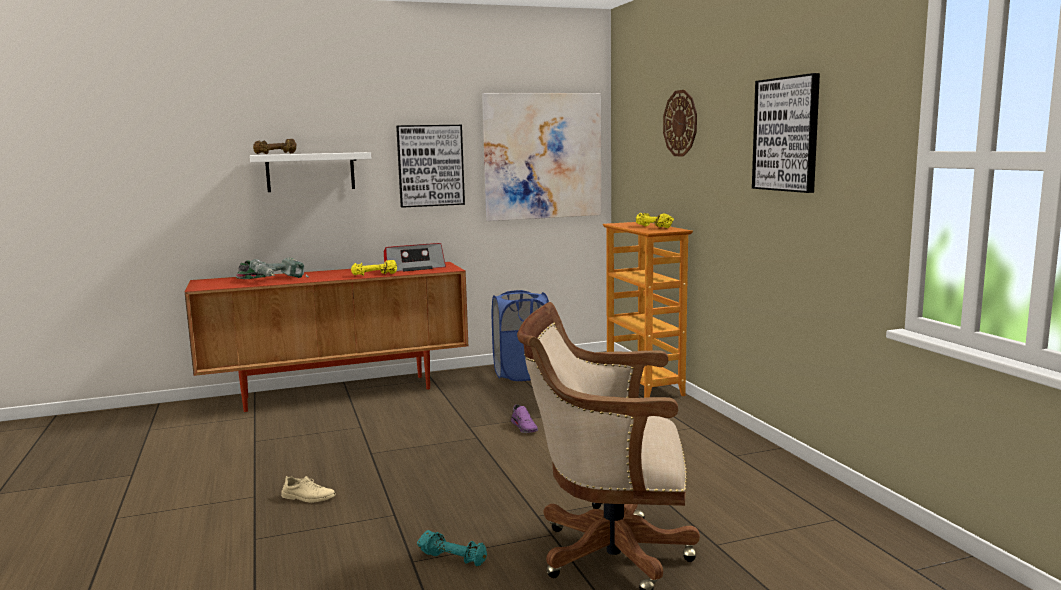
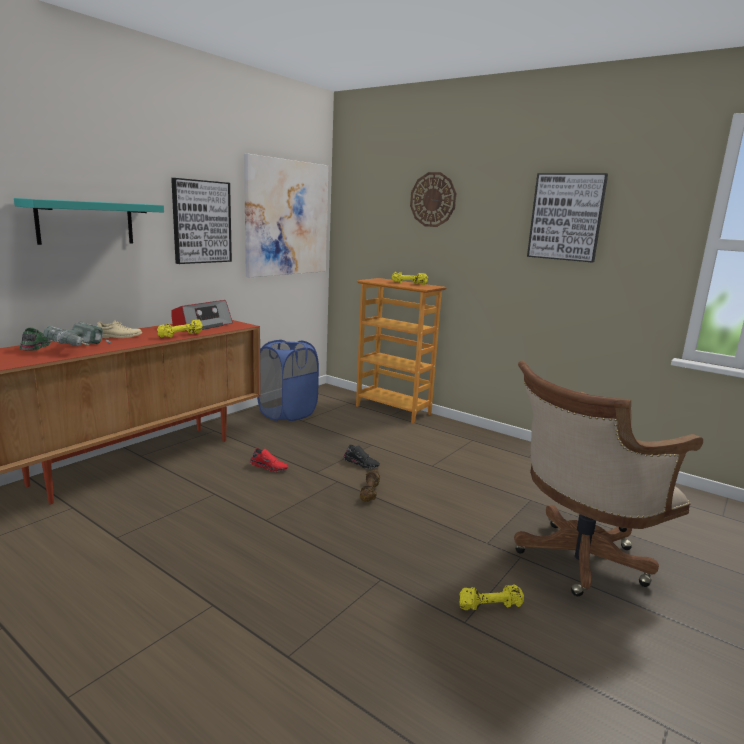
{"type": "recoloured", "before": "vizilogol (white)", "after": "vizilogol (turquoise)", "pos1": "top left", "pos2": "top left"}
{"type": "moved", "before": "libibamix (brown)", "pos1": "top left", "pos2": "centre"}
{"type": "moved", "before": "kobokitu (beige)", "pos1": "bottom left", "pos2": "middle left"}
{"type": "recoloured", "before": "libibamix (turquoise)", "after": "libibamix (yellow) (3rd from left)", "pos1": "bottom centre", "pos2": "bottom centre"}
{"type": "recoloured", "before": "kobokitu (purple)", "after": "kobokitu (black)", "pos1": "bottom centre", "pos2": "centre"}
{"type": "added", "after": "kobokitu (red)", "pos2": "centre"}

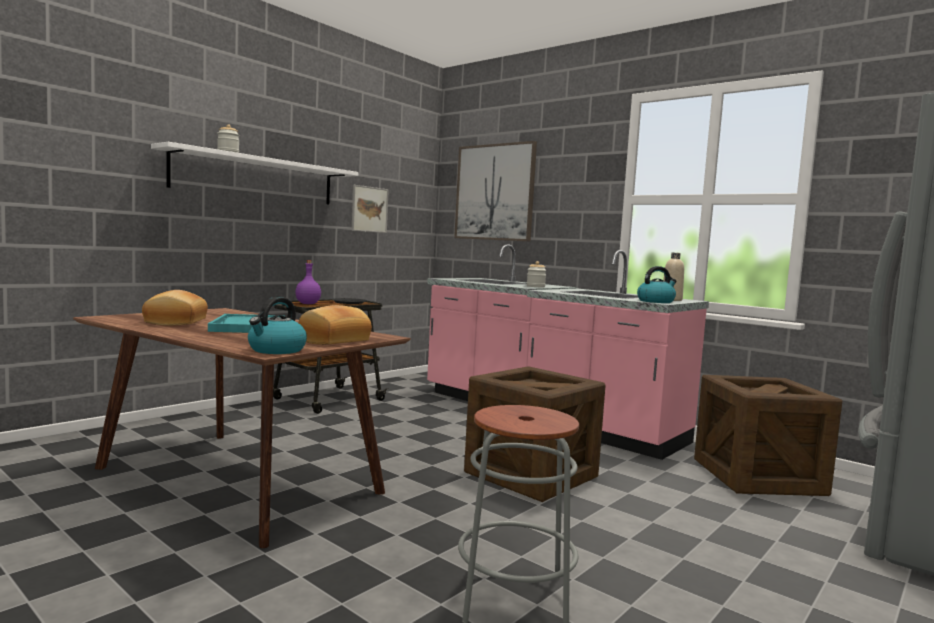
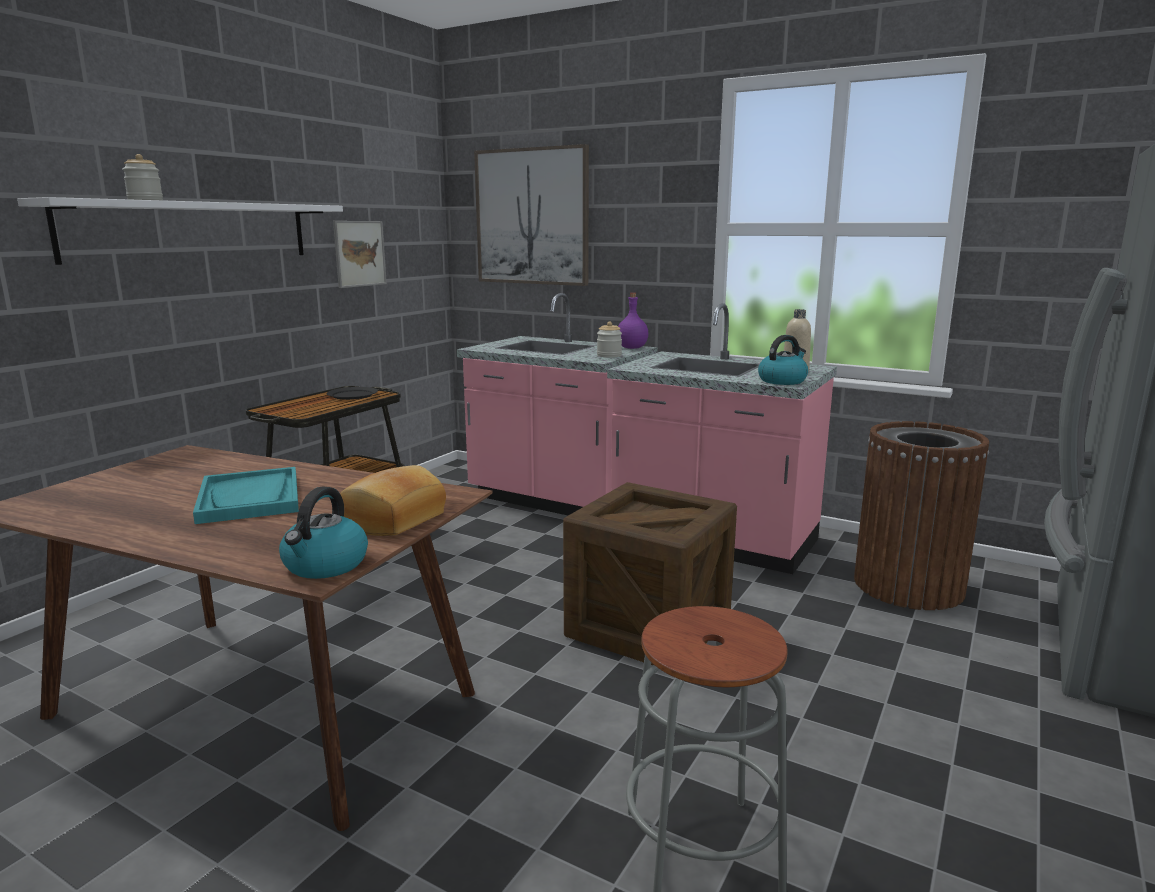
{"type": "removed", "before": "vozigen (1st from left)", "pos1": "middle left"}
{"type": "moved", "before": "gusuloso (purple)", "pos1": "middle left", "pos2": "centre"}
{"type": "replaced", "before": "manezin (2nd from left)", "after": "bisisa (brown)", "pos1": "bottom right", "pos2": "middle right"}

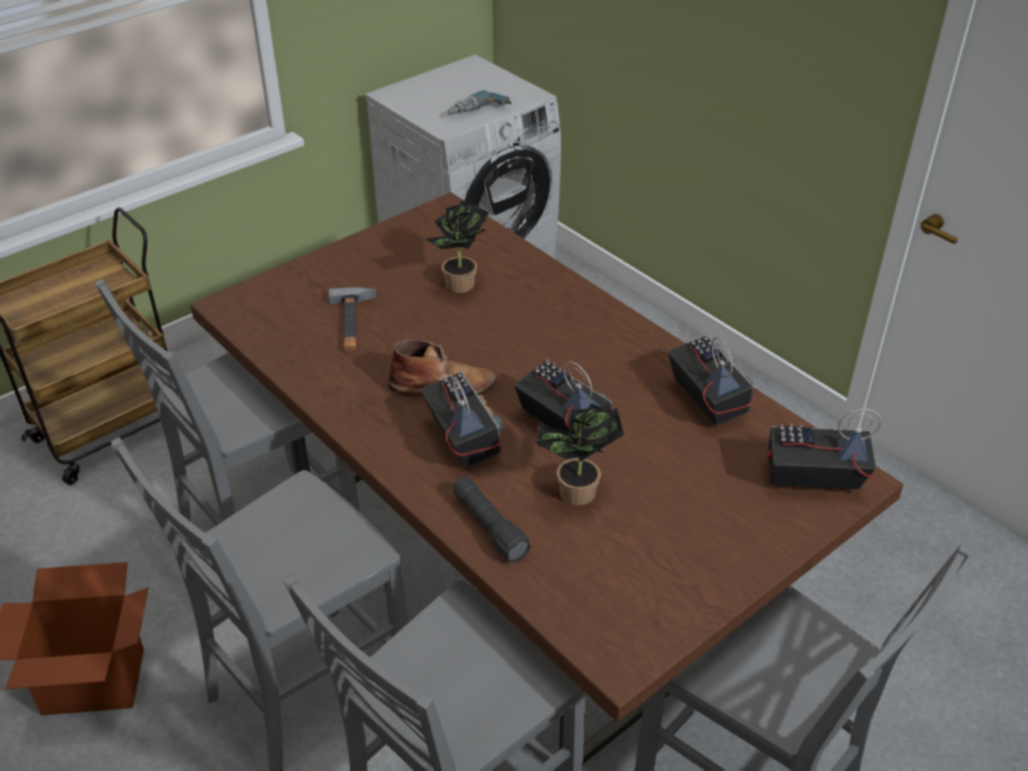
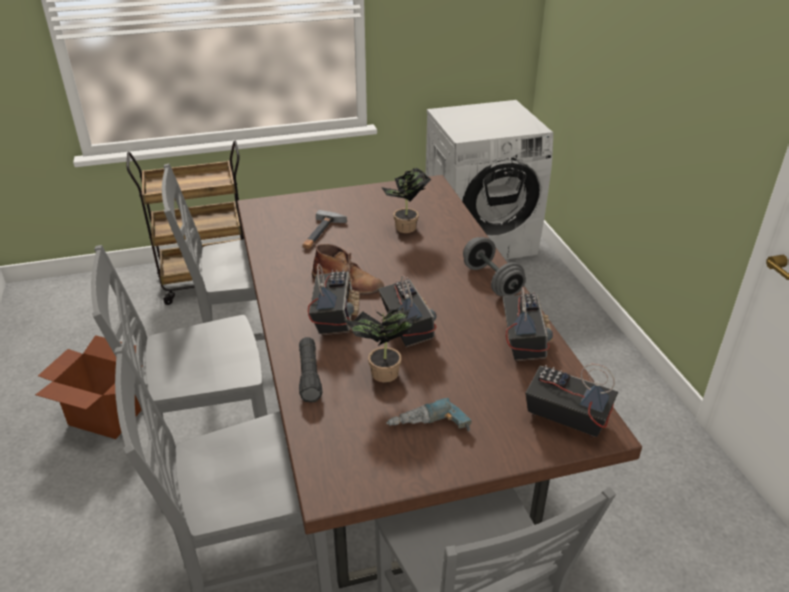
{"type": "moved", "before": "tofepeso", "pos1": "top centre", "pos2": "bottom centre"}
{"type": "added", "after": "libibamix (grey)", "pos2": "centre"}

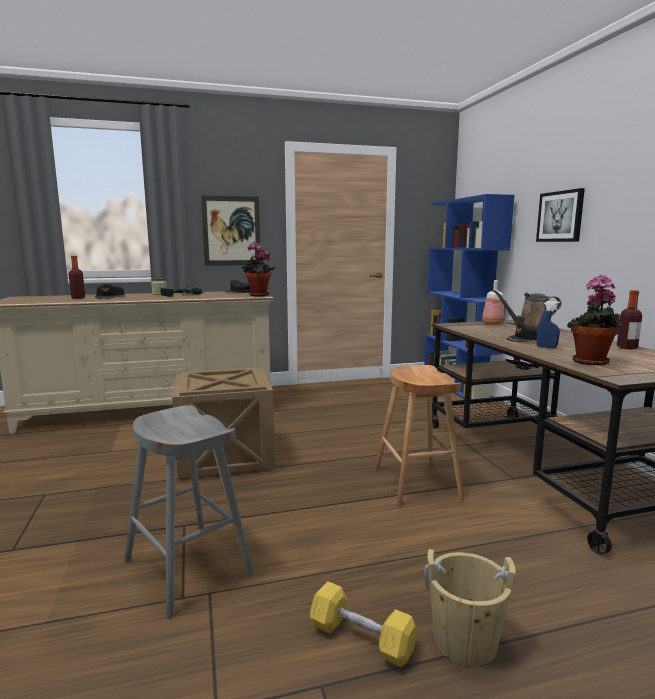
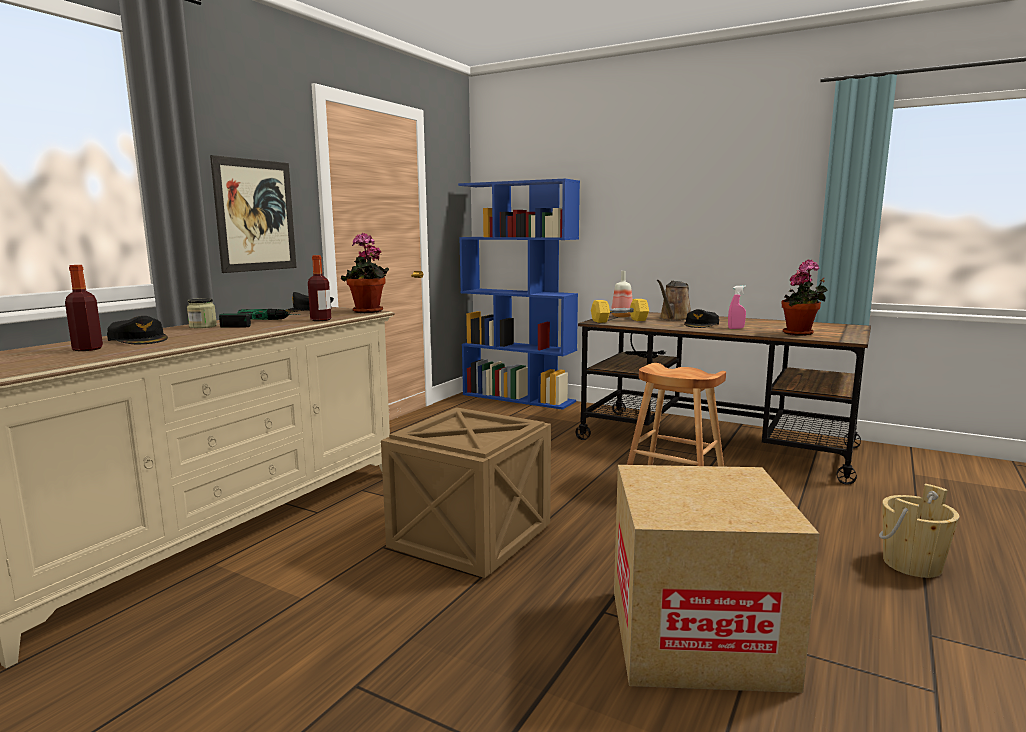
{"type": "replaced", "before": "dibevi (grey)", "after": "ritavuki", "pos1": "bottom left", "pos2": "bottom right"}
{"type": "moved", "before": "libibamix (yellow)", "pos1": "bottom centre", "pos2": "centre"}
{"type": "removed", "before": "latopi (2nd from left)", "pos1": "top right"}
{"type": "recoloured", "before": "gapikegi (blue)", "after": "gapikegi (pink)", "pos1": "middle right", "pos2": "middle right"}
{"type": "moved", "before": "gusuloso (3rd from left in the first image)", "after": "gusuloso (2nd from left)", "pos1": "middle right", "pos2": "middle left"}

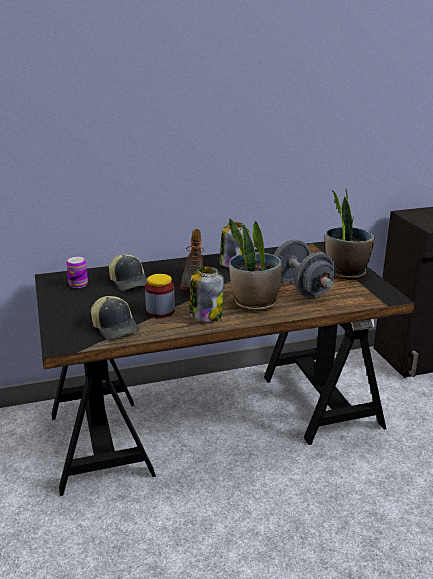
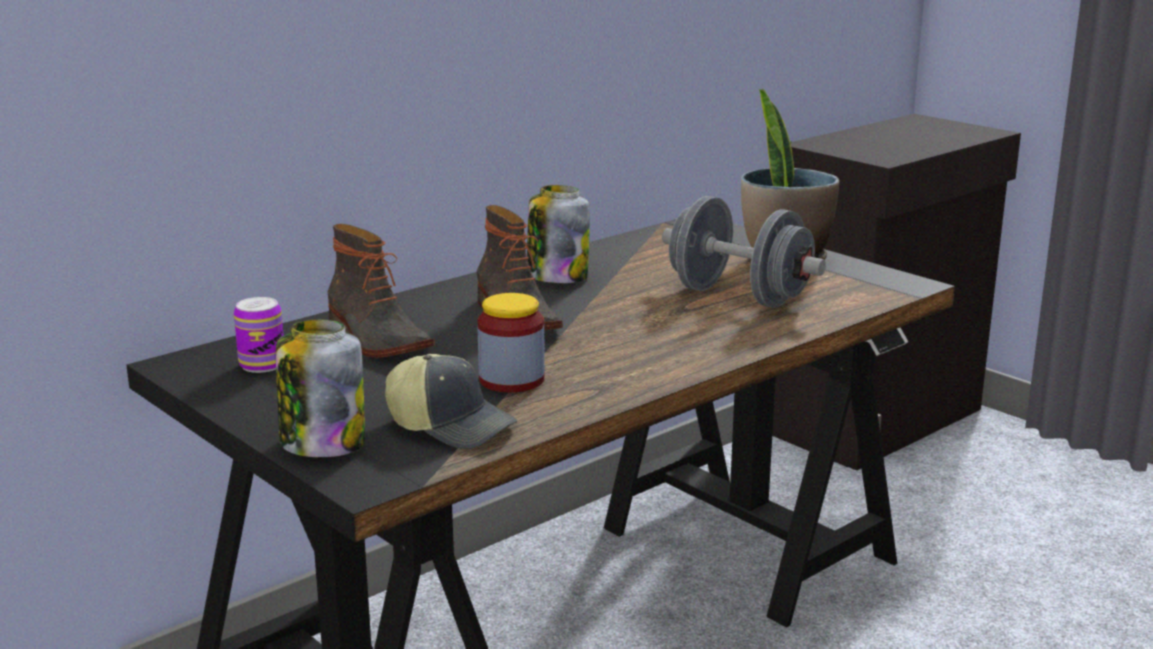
{"type": "replaced", "before": "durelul (2nd from left)", "after": "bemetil (1st from left)", "pos1": "middle left", "pos2": "middle left"}
{"type": "moved", "before": "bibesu (2nd from left in the first image)", "after": "bibesu (1st from left)", "pos1": "centre", "pos2": "middle left"}
{"type": "removed", "before": "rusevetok (1st from left)", "pos1": "centre"}

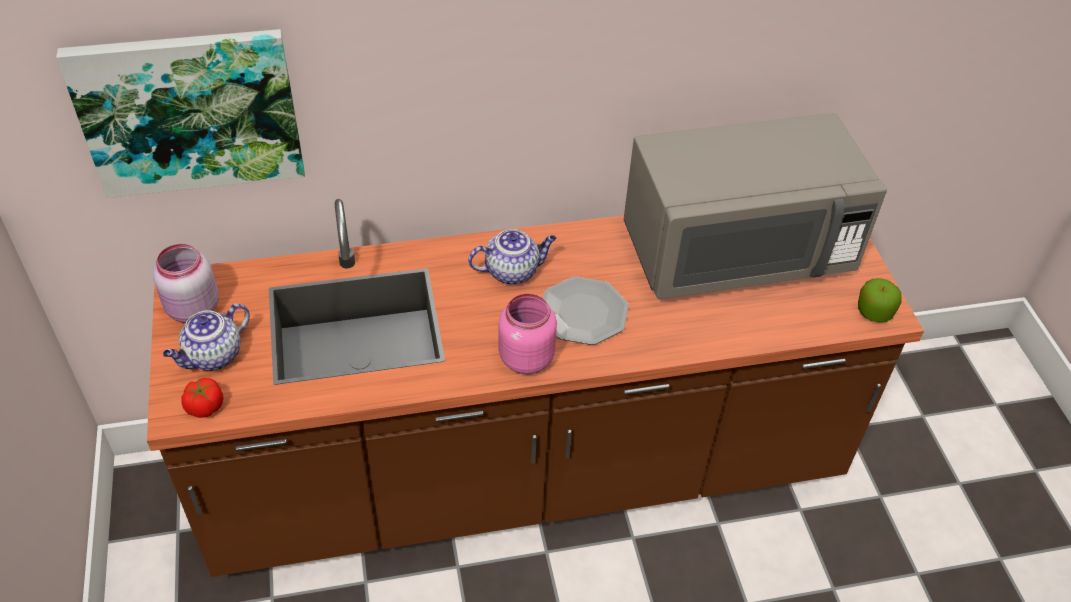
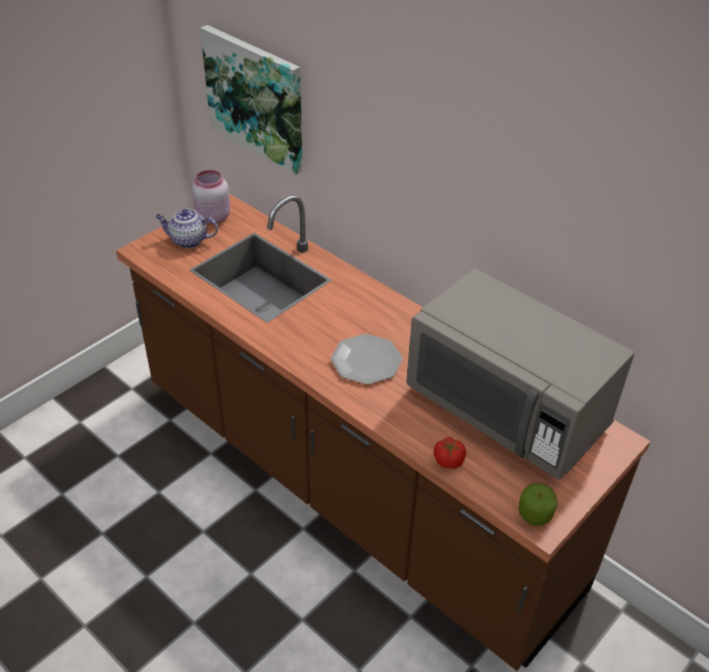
{"type": "moved", "before": "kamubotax", "pos1": "middle left", "pos2": "bottom centre"}
{"type": "removed", "before": "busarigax (2nd from left)", "pos1": "centre"}
{"type": "removed", "before": "bibesu (pink) (2nd from left)", "pos1": "centre"}

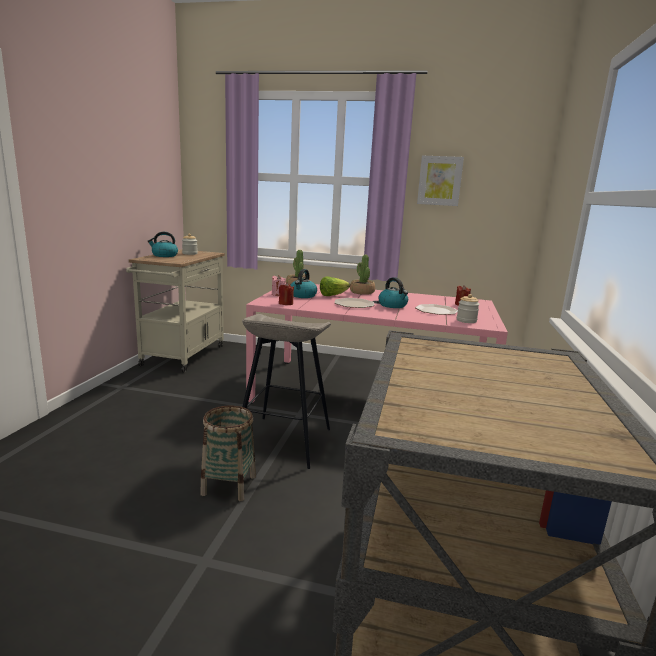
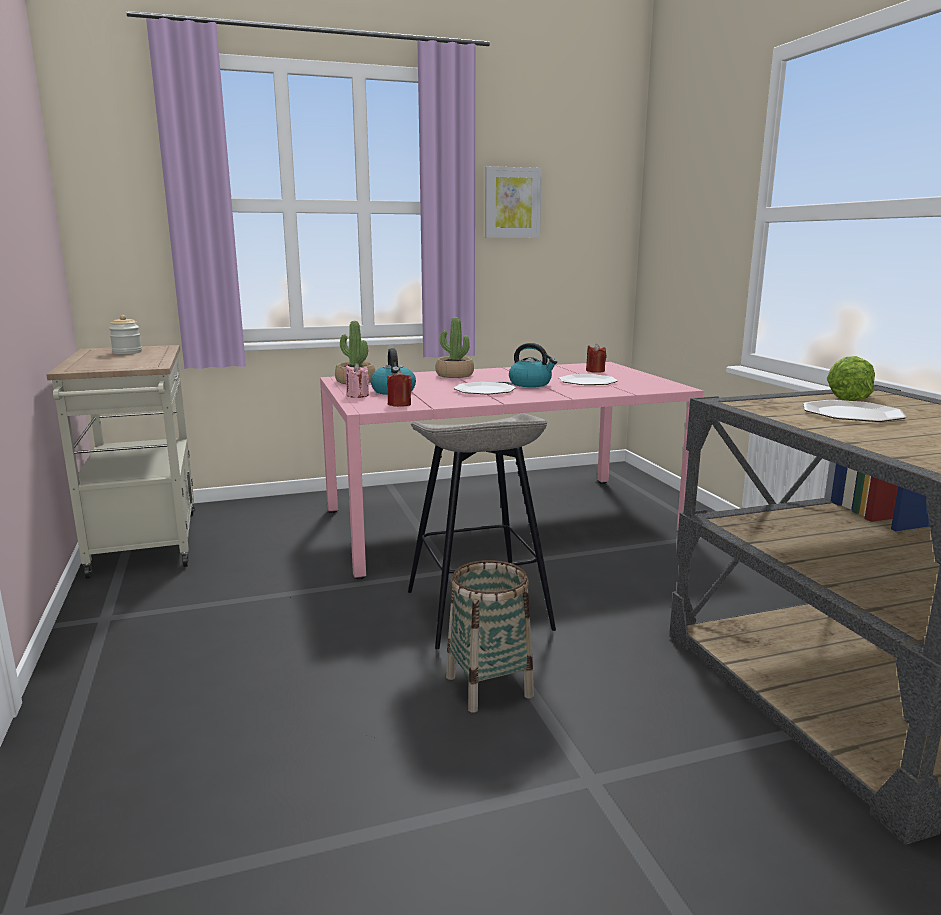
{"type": "removed", "before": "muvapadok (1st from left)", "pos1": "middle left"}
{"type": "moved", "before": "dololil", "pos1": "centre", "pos2": "middle right"}
{"type": "removed", "before": "bibesu (2nd from left)", "pos1": "middle right"}
{"type": "added", "after": "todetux (3rd from left)", "pos2": "middle right"}

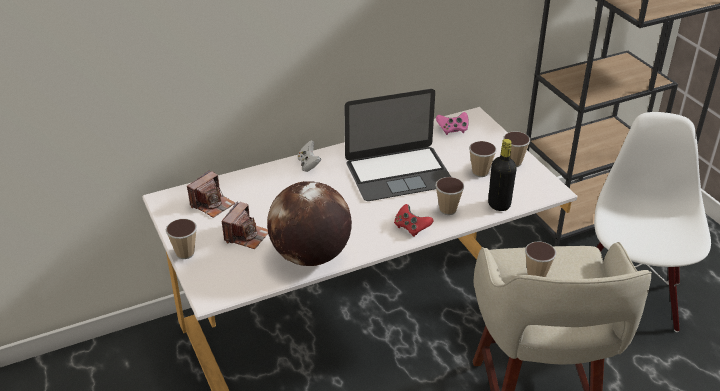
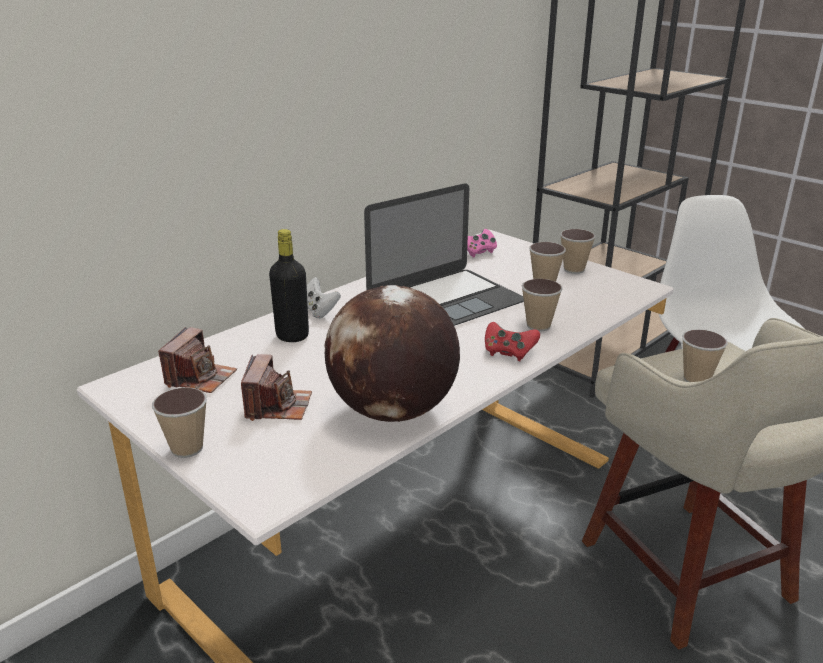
{"type": "moved", "before": "gusuloso (black)", "pos1": "middle right", "pos2": "centre"}

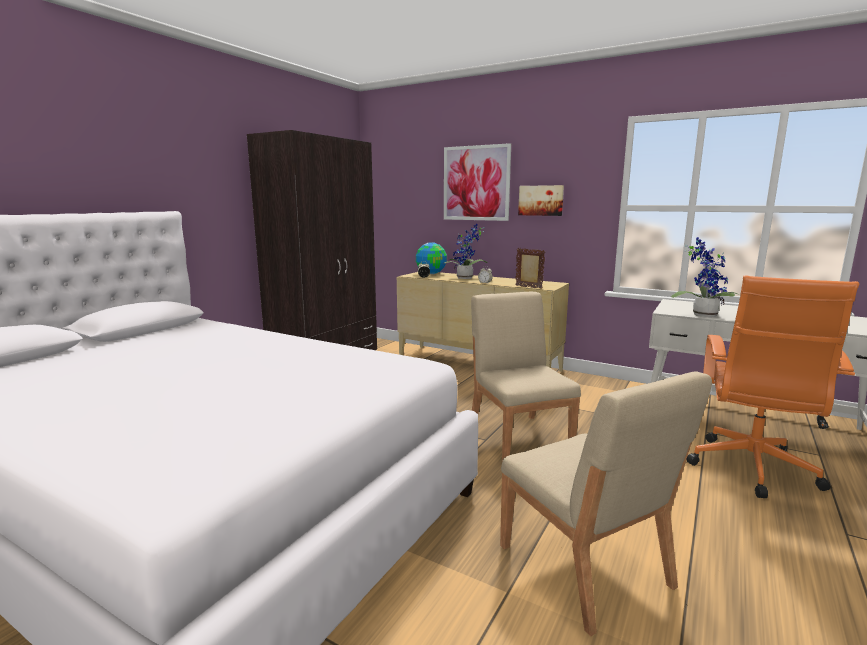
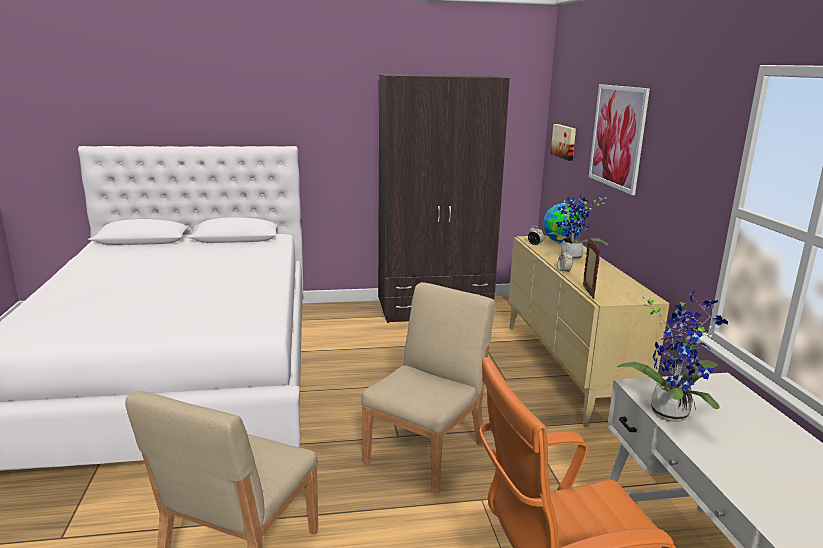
{"type": "moved", "before": "latopi (2nd from left in the first image)", "after": "latopi (1st from left)", "pos1": "top centre", "pos2": "top right"}

